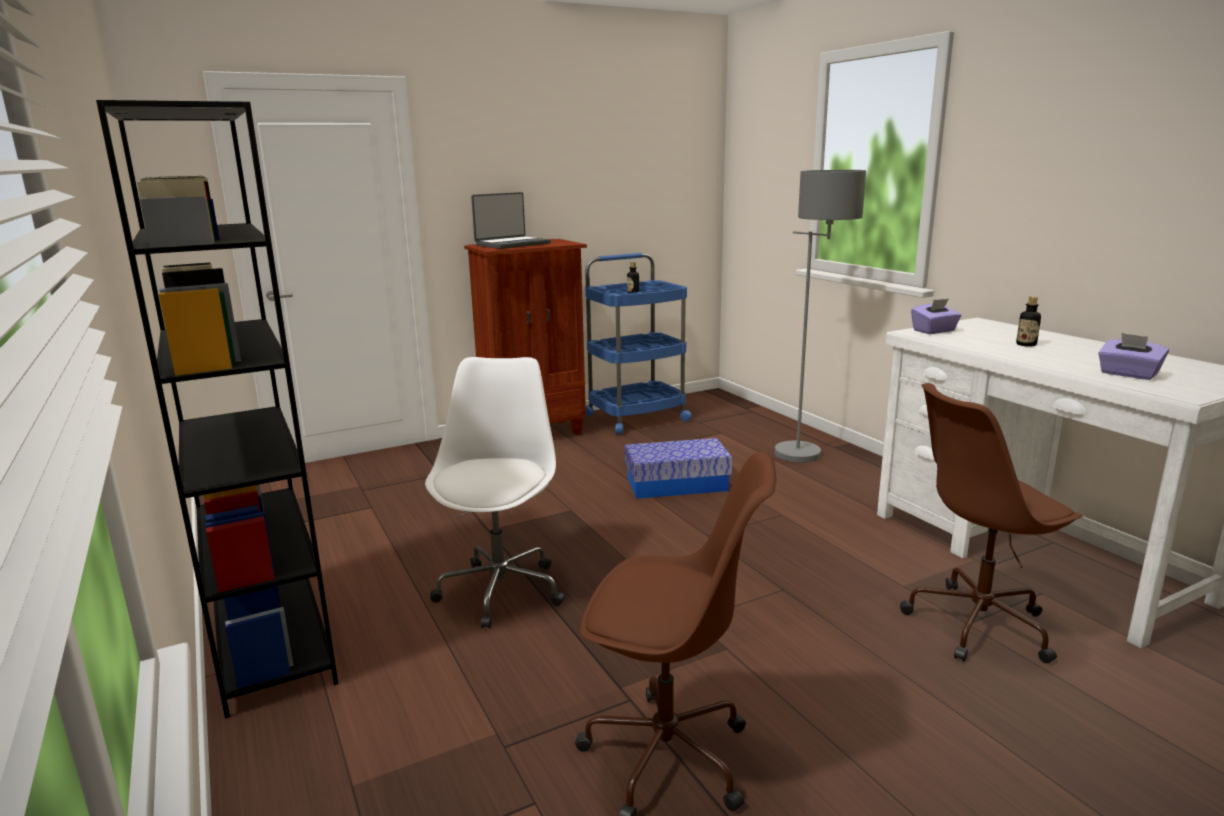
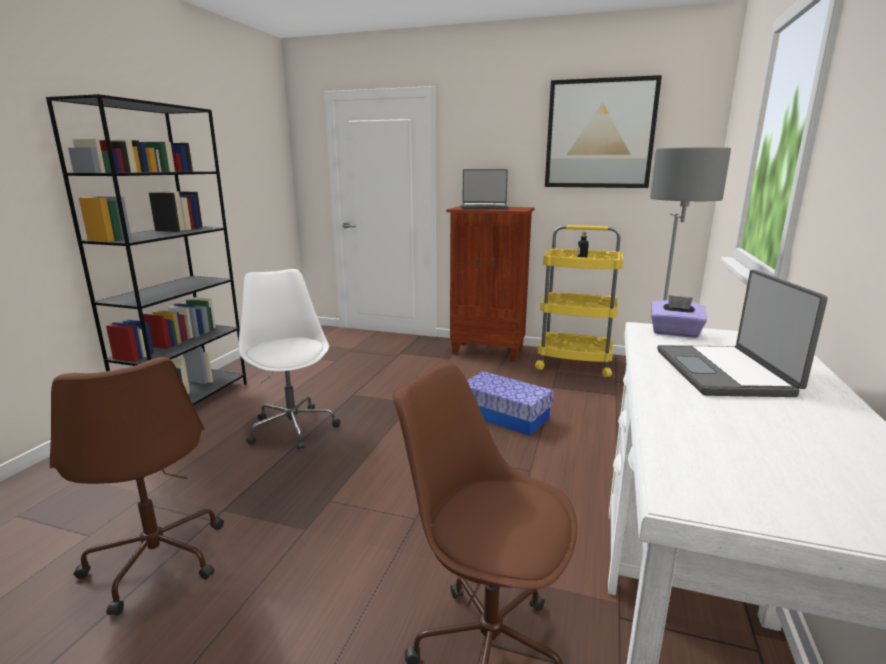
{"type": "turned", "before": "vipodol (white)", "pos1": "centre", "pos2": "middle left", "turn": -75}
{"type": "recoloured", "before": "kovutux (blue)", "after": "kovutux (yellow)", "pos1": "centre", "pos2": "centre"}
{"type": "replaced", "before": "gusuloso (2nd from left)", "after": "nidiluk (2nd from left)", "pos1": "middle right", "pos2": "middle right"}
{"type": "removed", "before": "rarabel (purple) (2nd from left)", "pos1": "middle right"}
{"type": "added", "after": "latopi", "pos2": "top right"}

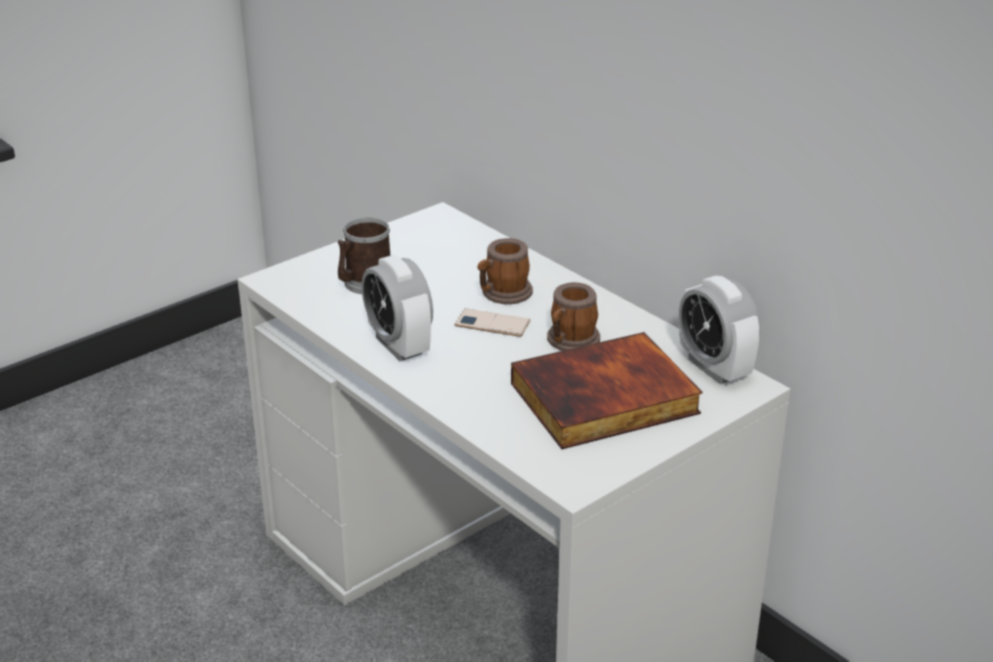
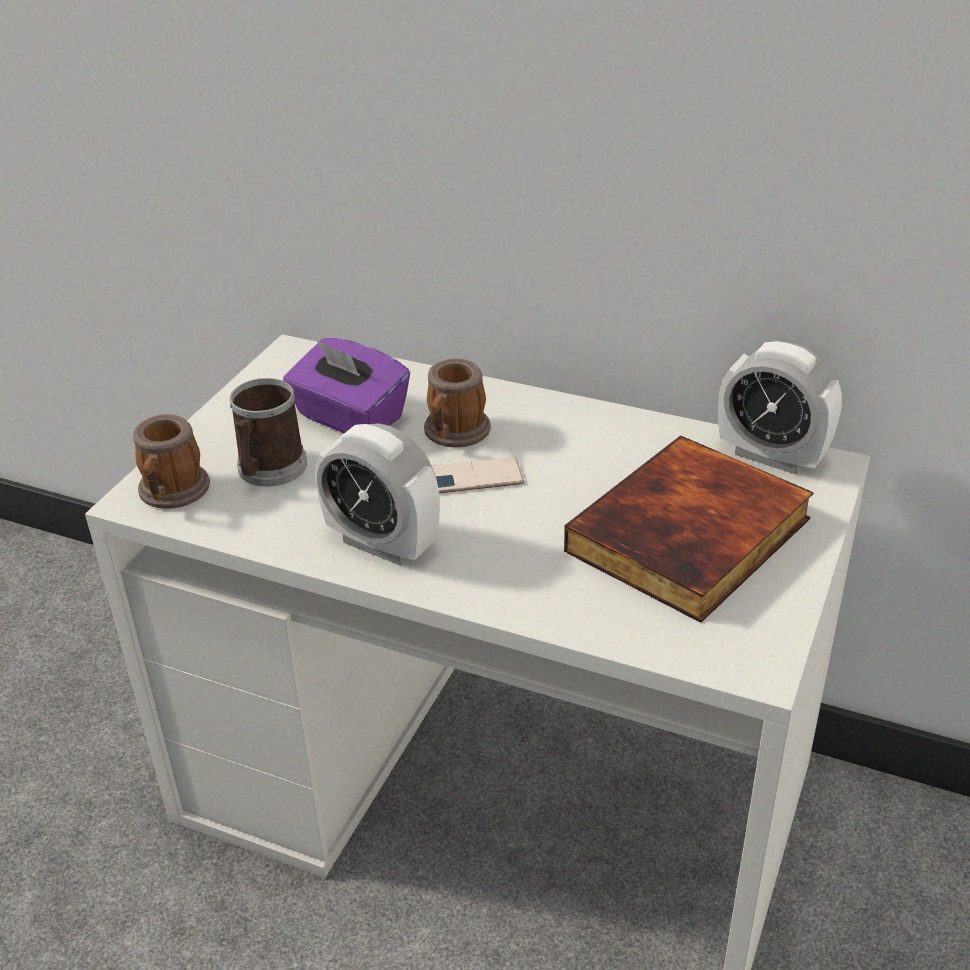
{"type": "moved", "before": "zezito (3rd from left in the first image)", "after": "zezito (1st from left)", "pos1": "centre", "pos2": "middle left"}
{"type": "added", "after": "rarabel (purple)", "pos2": "centre"}

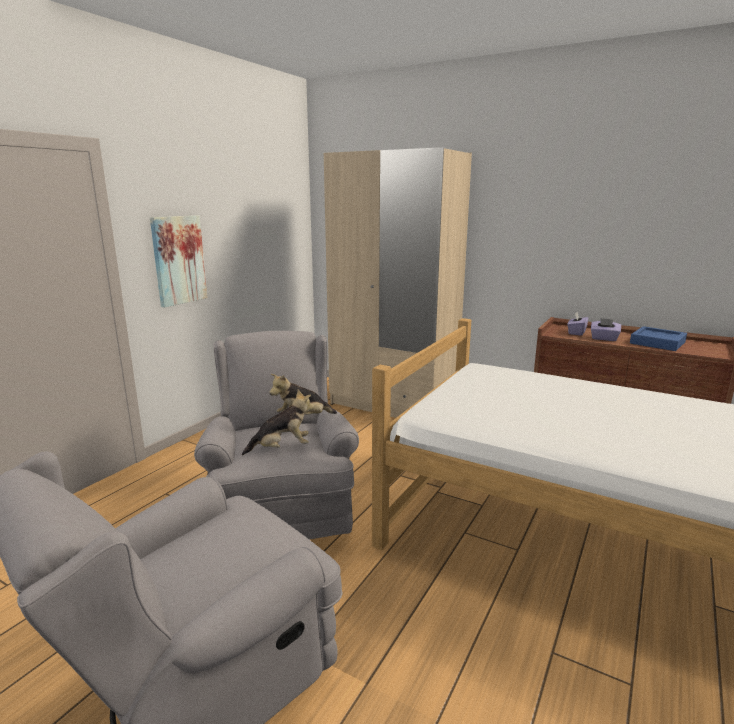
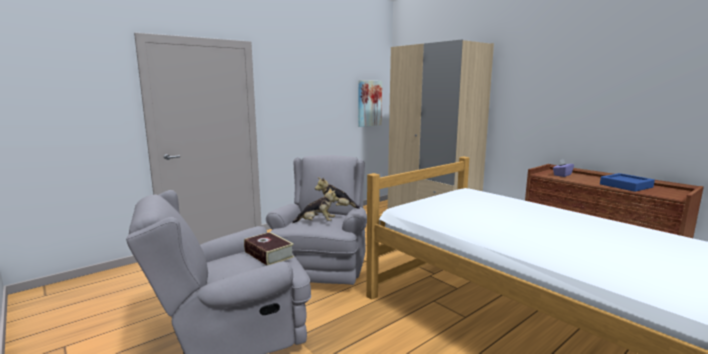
{"type": "moved", "before": "latopi", "pos1": "middle left", "pos2": "top centre"}
{"type": "removed", "before": "rarabel (purple) (2nd from left)", "pos1": "middle right"}
{"type": "added", "after": "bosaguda", "pos2": "bottom centre"}

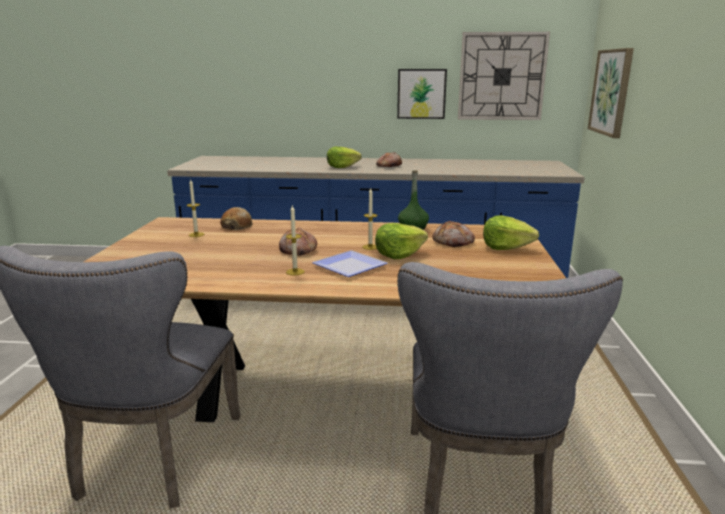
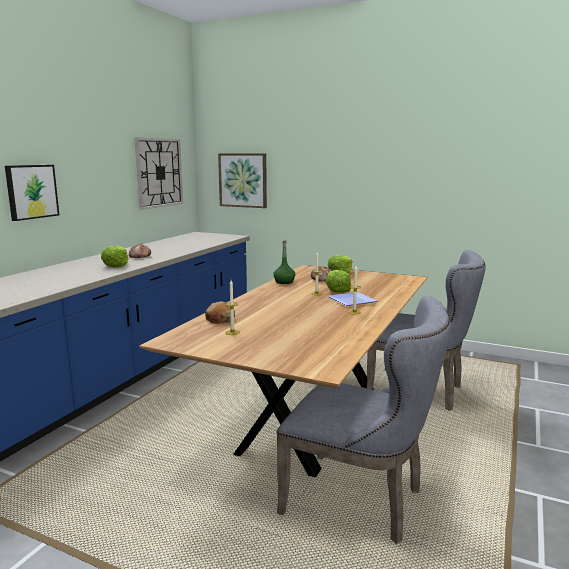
{"type": "removed", "before": "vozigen (2nd from left)", "pos1": "centre"}
{"type": "moved", "before": "latopi (1st from left)", "pos1": "top centre", "pos2": "middle left"}

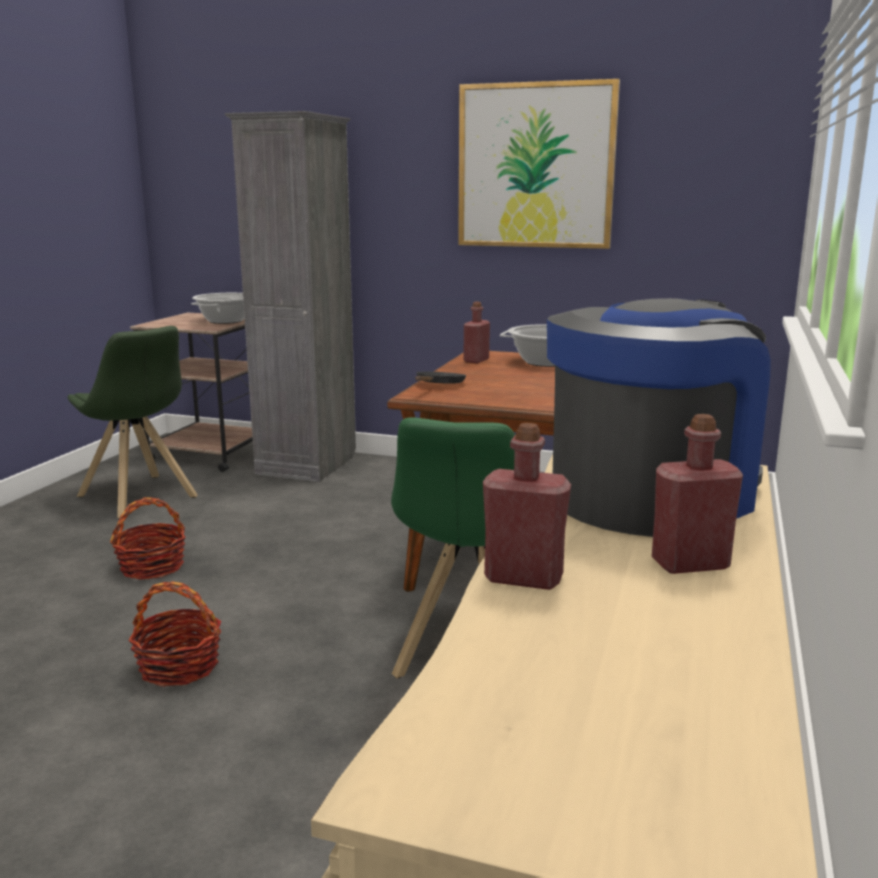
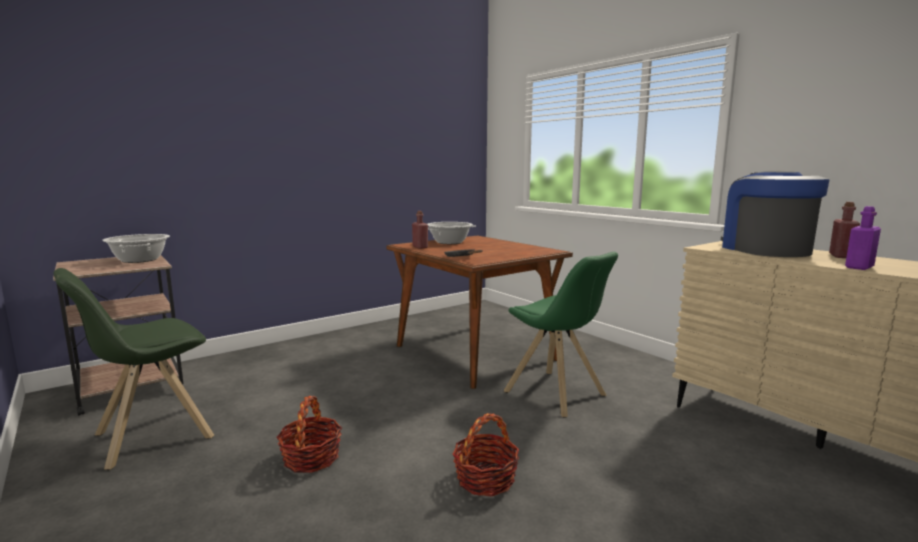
{"type": "turned", "before": "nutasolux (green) (1st from left)", "pos1": "middle left", "pos2": "bottom left", "turn": 150}
{"type": "removed", "before": "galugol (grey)", "pos1": "middle left"}
{"type": "removed", "before": "latopi", "pos1": "top centre"}
{"type": "recoloured", "before": "gusuloso (red) (2nd from left)", "after": "gusuloso (purple)", "pos1": "centre", "pos2": "middle right"}

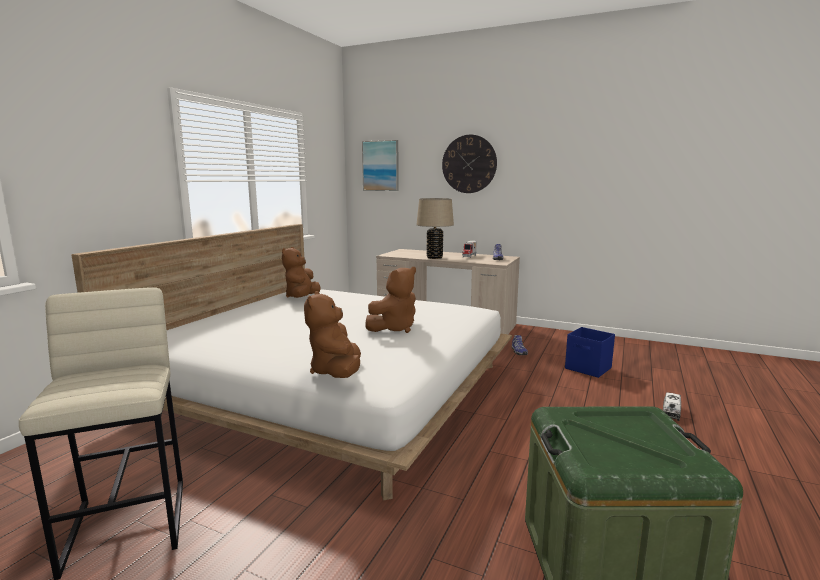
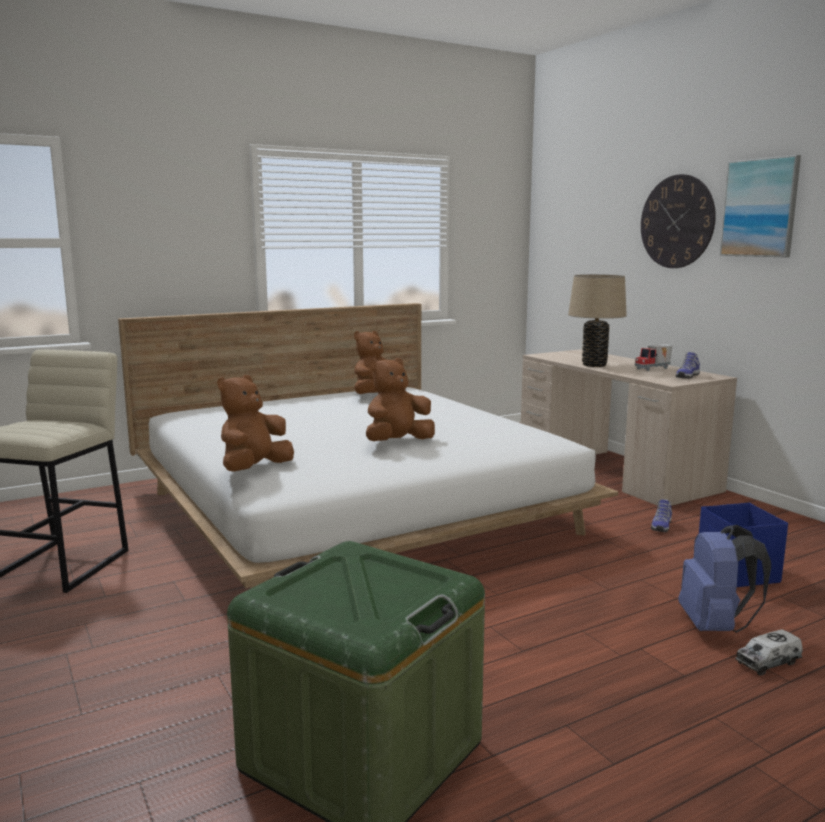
{"type": "moved", "before": "latopi", "pos1": "top centre", "pos2": "top right"}
{"type": "turned", "before": "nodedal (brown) (3rd from left)", "pos1": "centre", "pos2": "centre", "turn": 150}
{"type": "added", "after": "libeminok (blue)", "pos2": "bottom right"}

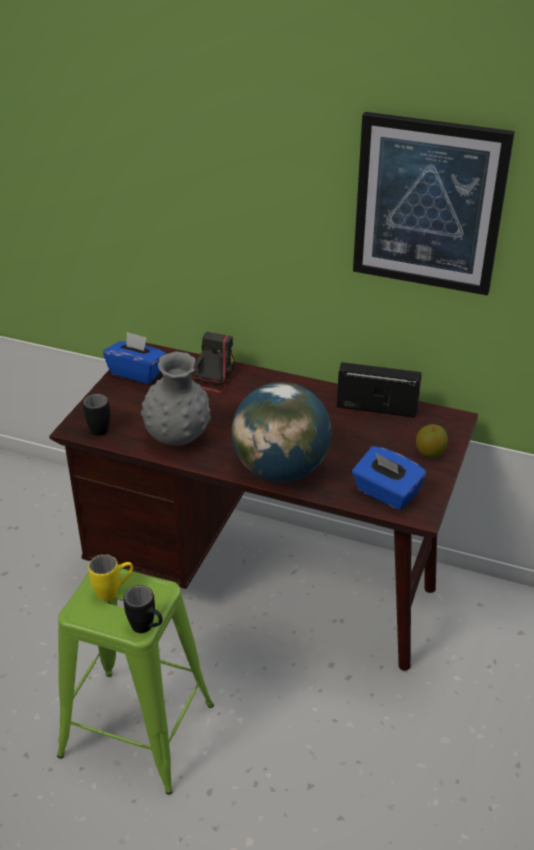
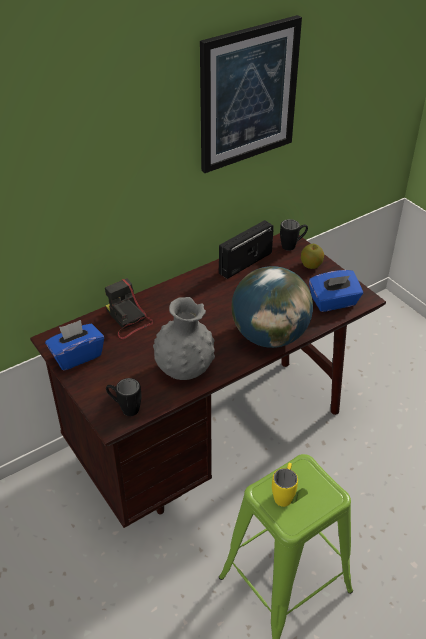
{"type": "moved", "before": "zezito (black) (2nd from left)", "pos1": "bottom left", "pos2": "middle right"}

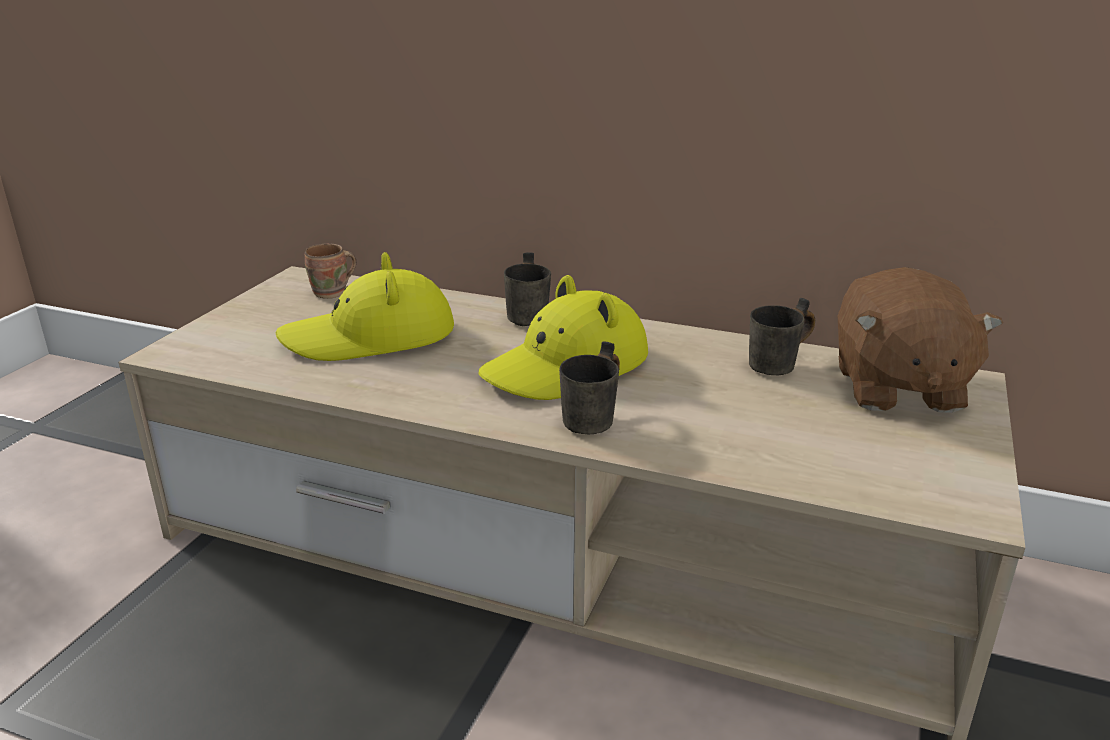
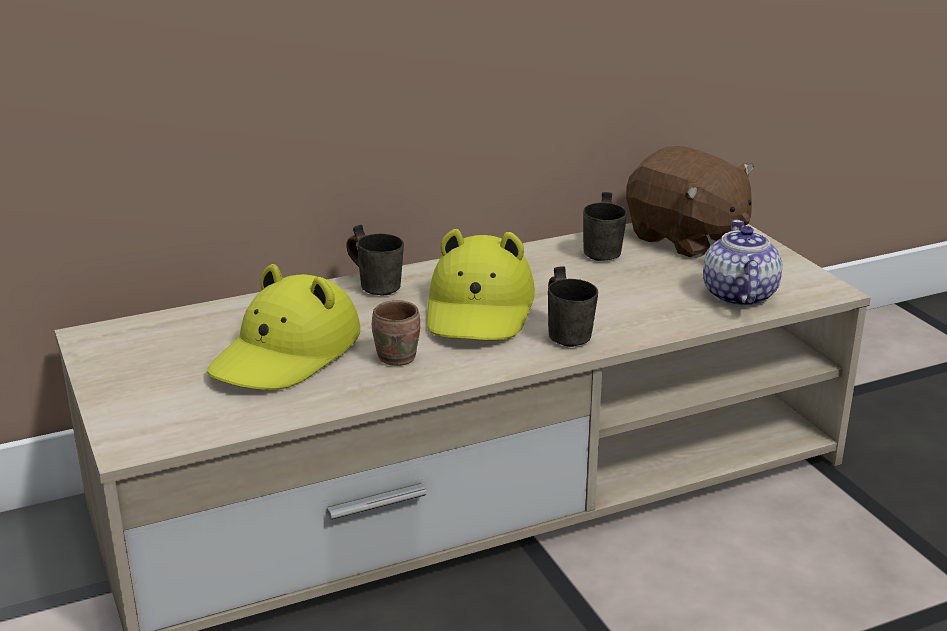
{"type": "moved", "before": "zezito (brown)", "pos1": "middle left", "pos2": "centre"}
{"type": "added", "after": "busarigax", "pos2": "middle right"}

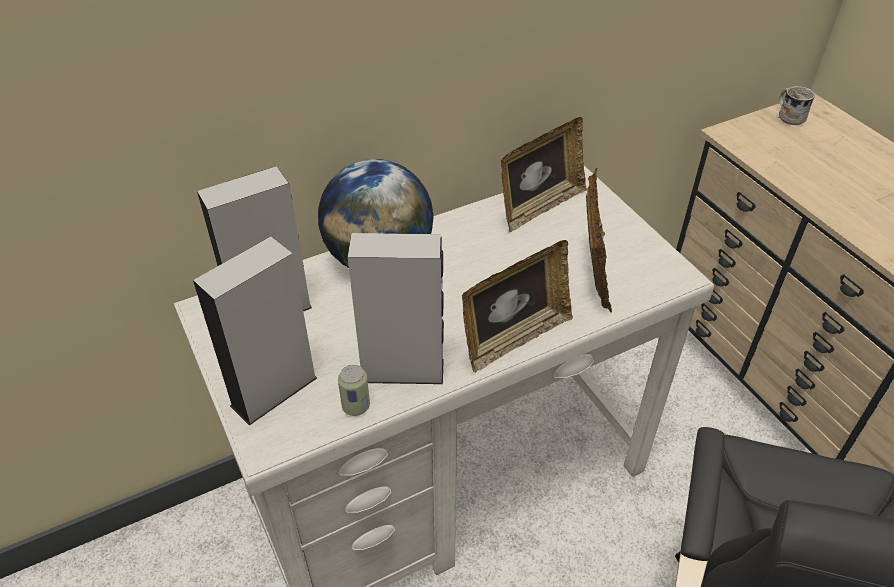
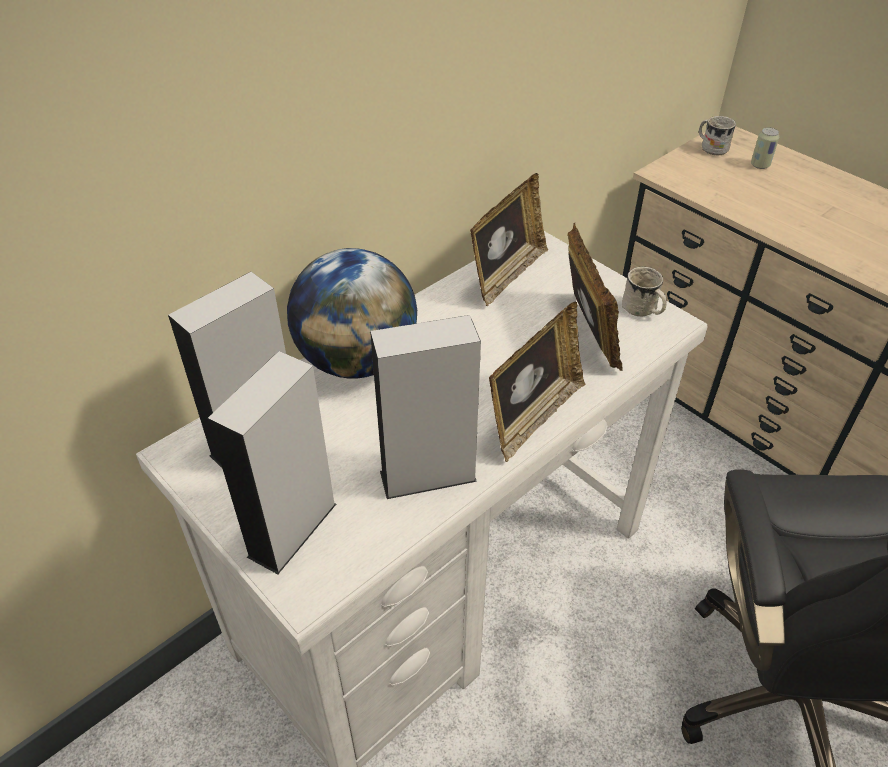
{"type": "moved", "before": "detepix", "pos1": "centre", "pos2": "top right"}
{"type": "added", "after": "zezito (white) (1st from left)", "pos2": "middle right"}

